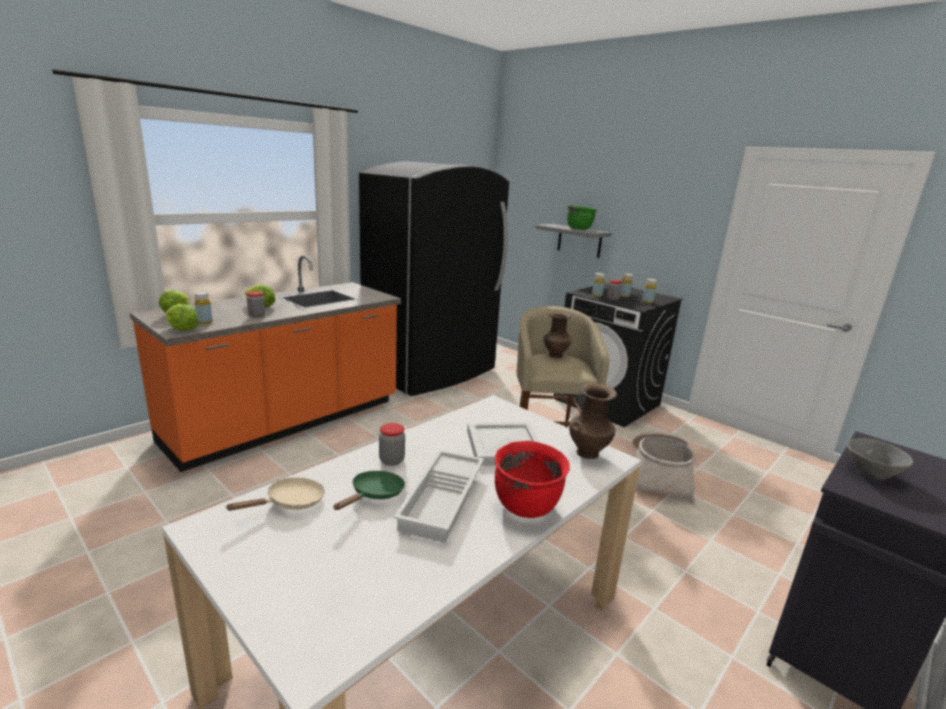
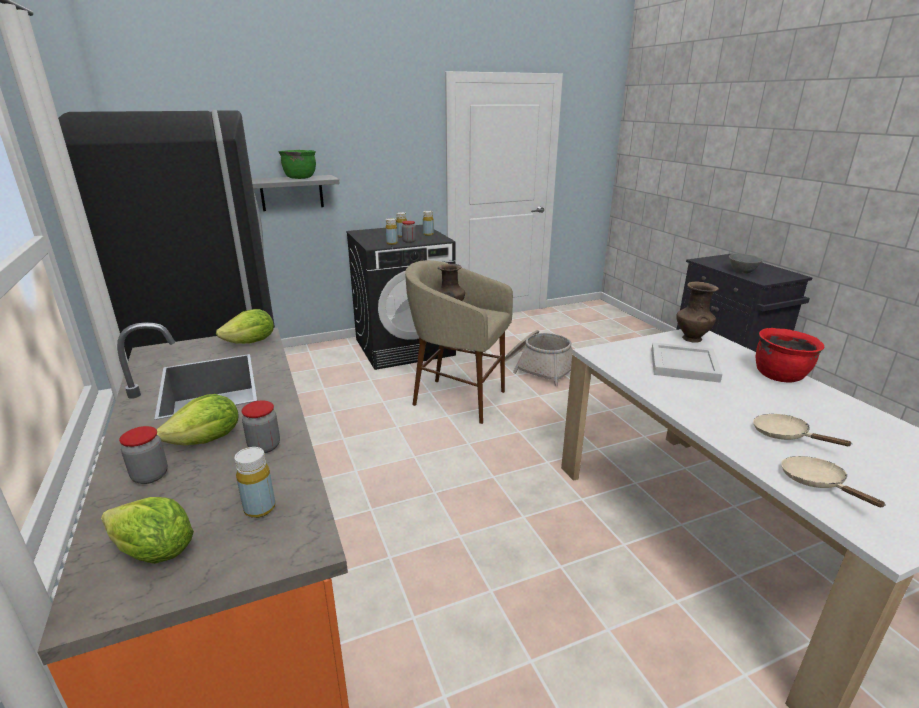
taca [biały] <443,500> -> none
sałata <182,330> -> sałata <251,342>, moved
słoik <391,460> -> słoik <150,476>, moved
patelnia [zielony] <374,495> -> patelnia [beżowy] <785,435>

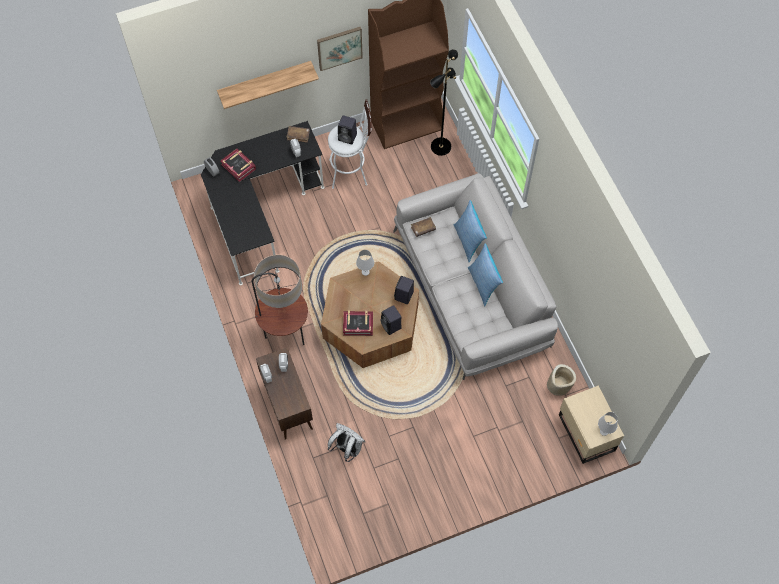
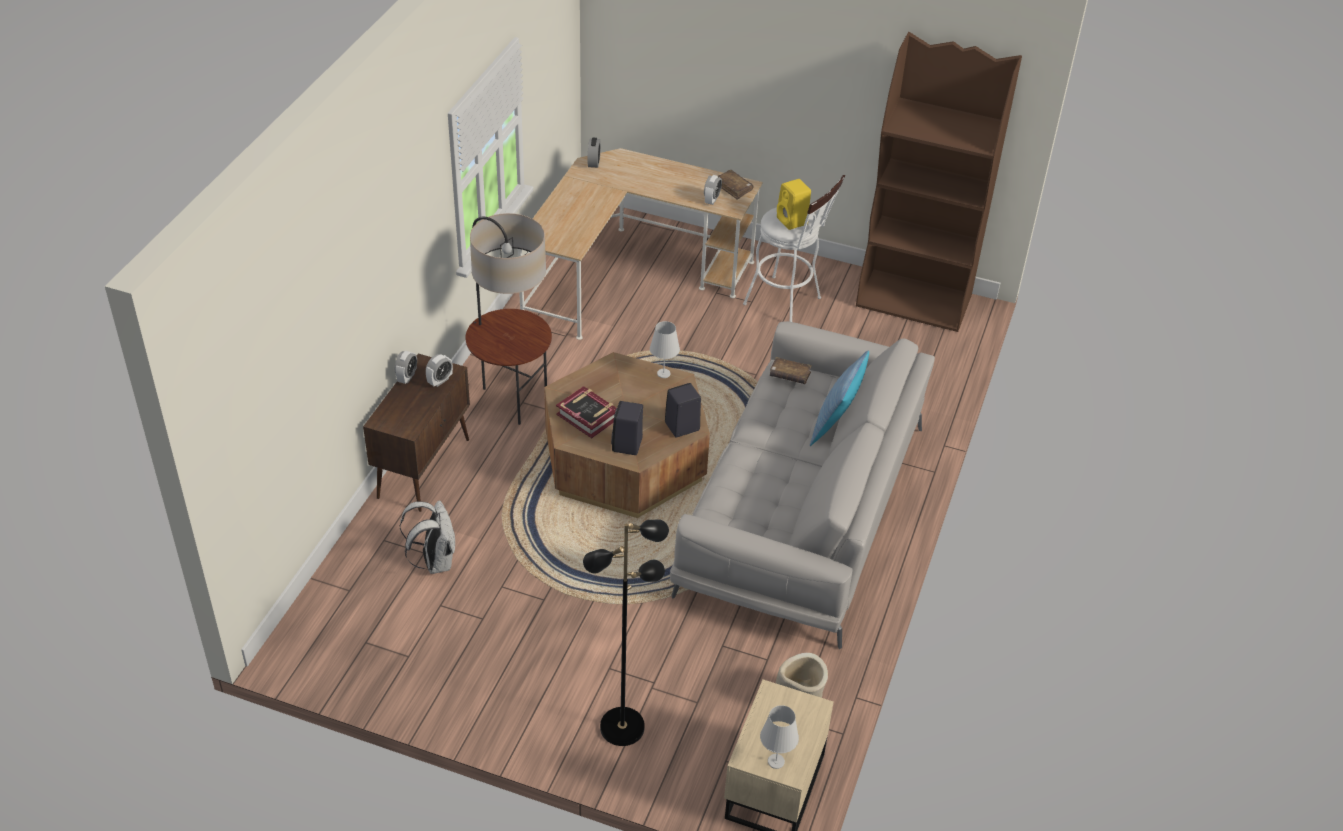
półka <265,81> -> none
książka <239,167> -> none
obraz <339,47> -> none
poduszka <483,284> -> none
lampa stojąca [czarny] <440,146> -> lampa stojąca [czarny] <622,726>, moved
biurko [czarny] <260,212> -> biurko [beżowy] <628,274>
głośnik [czarny] <348,137> -> głośnik [żółty] <793,221>

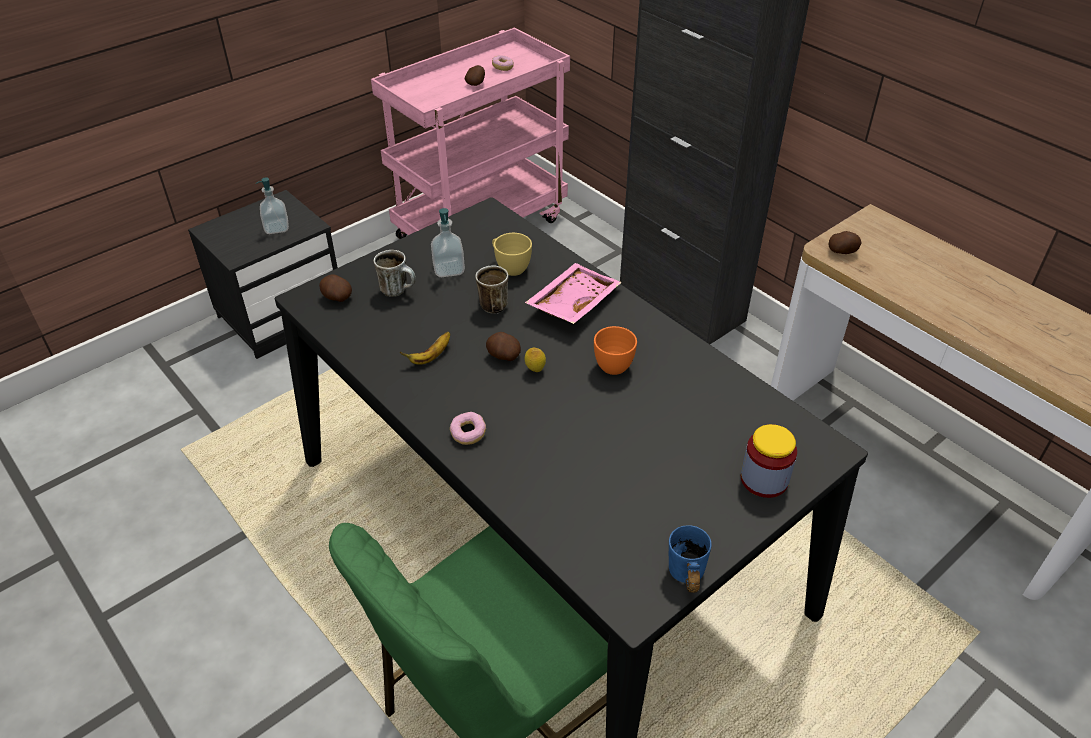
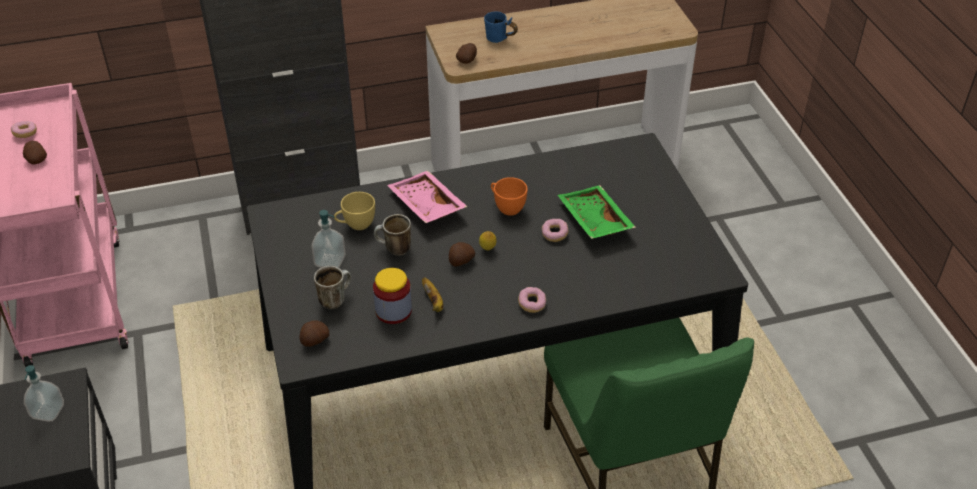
none -> donut <554,234>
none -> taca [zielony] <593,220>
kubek [niebieski] <682,577> -> kubek [niebieski] <499,41>, moved
słoik <764,479> -> słoik <393,311>, moved

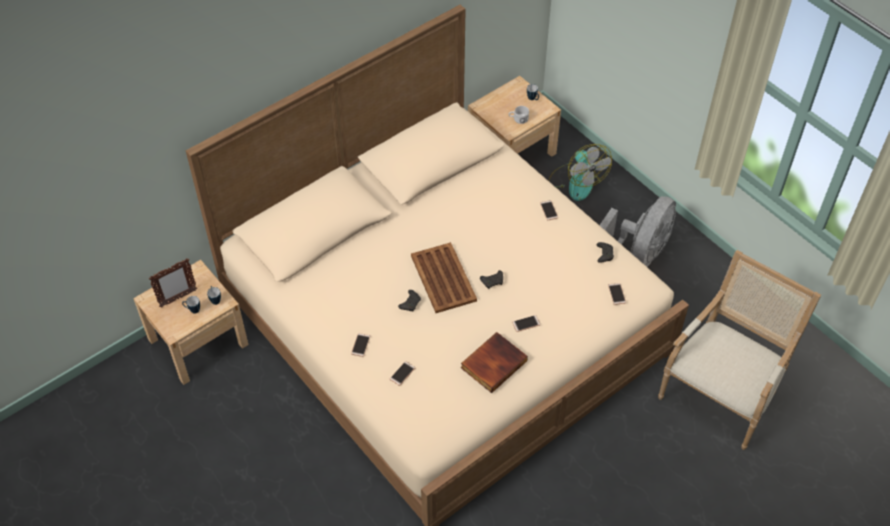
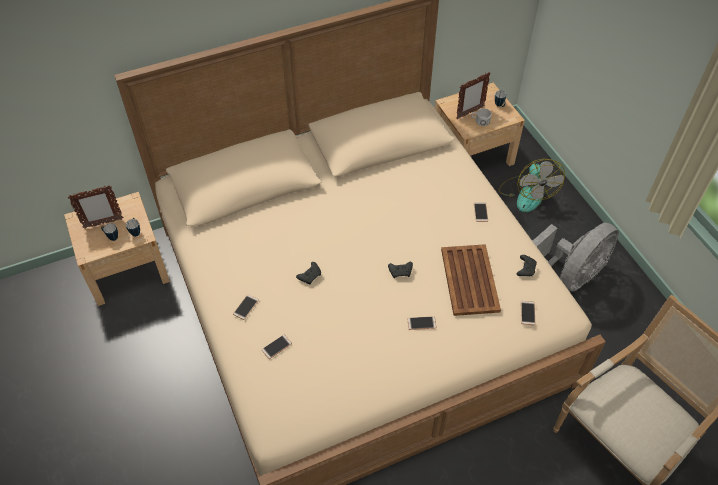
książka <493,363> -> none
none -> ramka na zdjęcie <469,113>
taca [brązowy] <443,279> -> taca [brązowy] <469,281>, moved

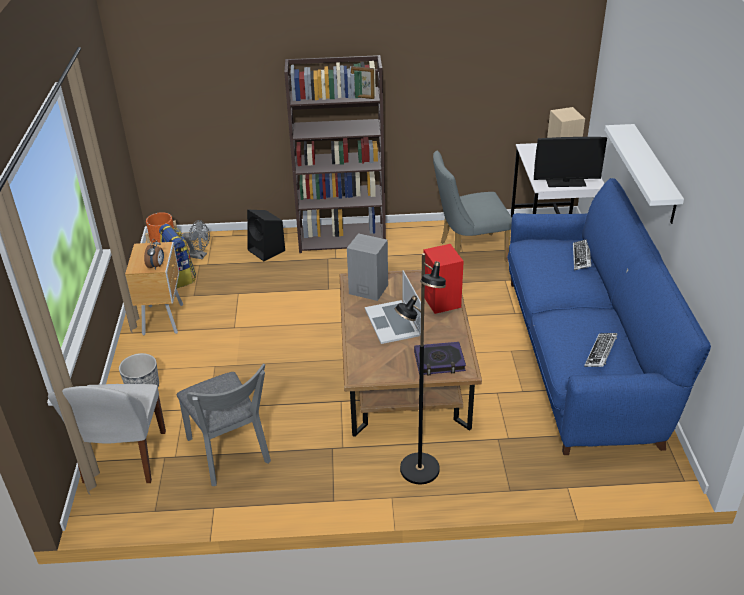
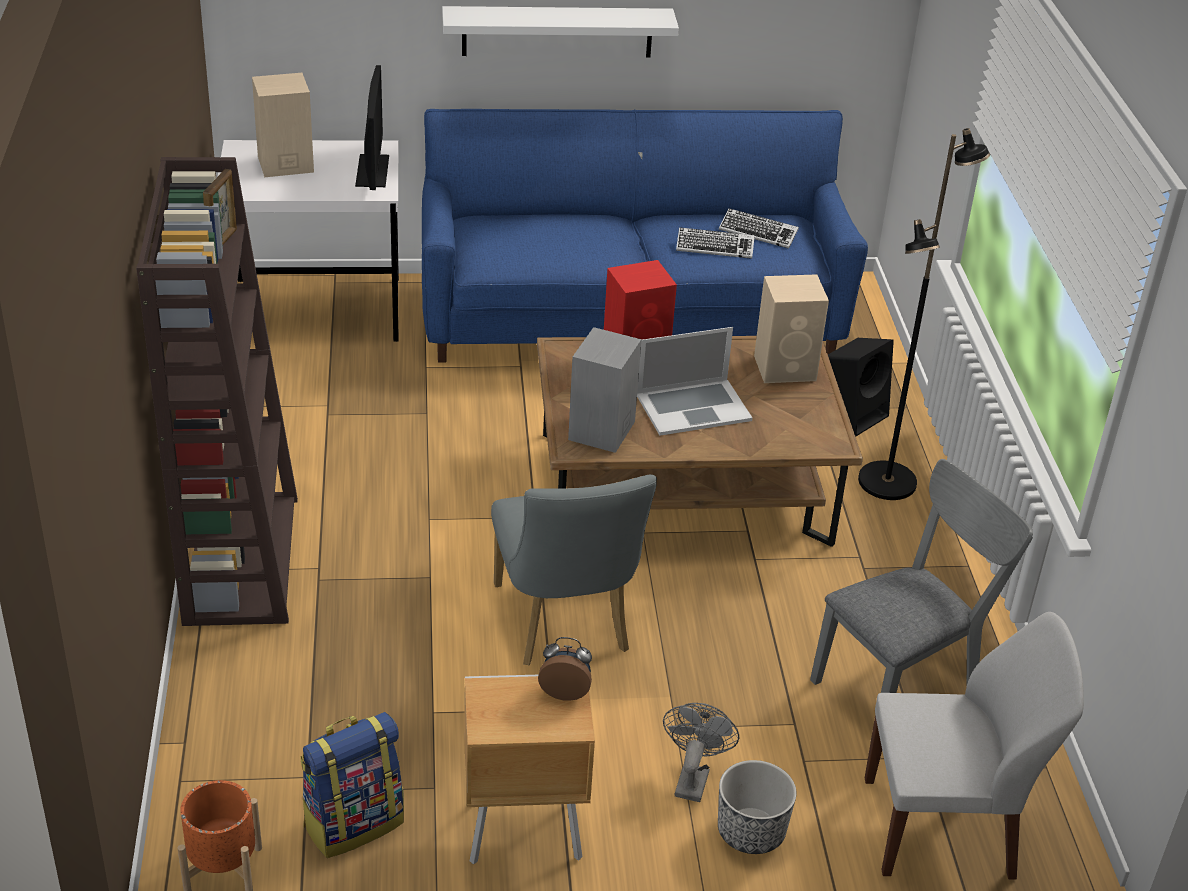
wentylator [szary] <199,255> -> wentylator [szary] <692,778>, moved
głośnik [czarny] <267,250> -> głośnik [czarny] <853,413>, moved
krzesło [szary] <468,252> -> krzesło [szary] <564,626>, moved
klawiatura <581,257> -> klawiatura <714,247>, moved
książka <439,362> -> głośnik [beżowy] <786,368>

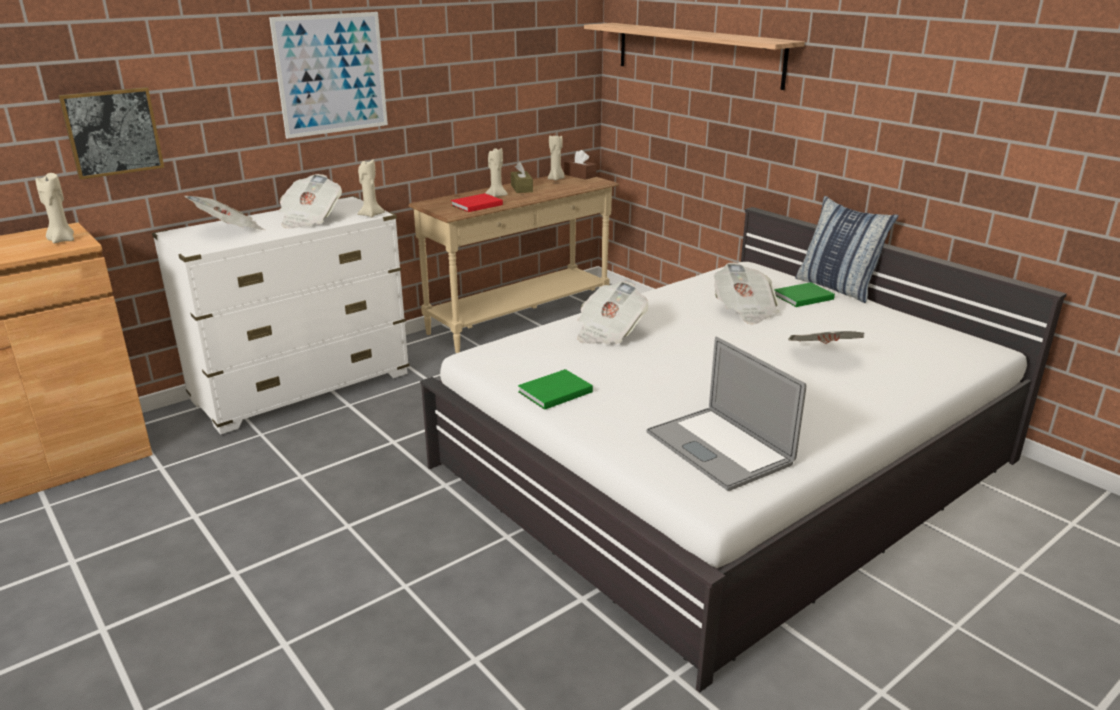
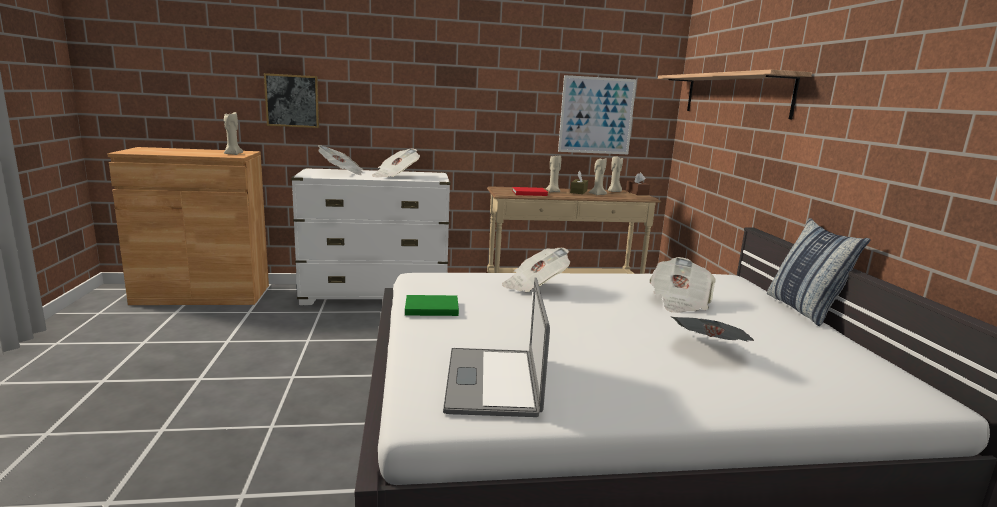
książka [zielony] <801,297> -> none
obraz <331,74> -> obraz <596,115>, moved
świeca [beżowy] <371,215> -> świeca [beżowy] <597,194>, moved

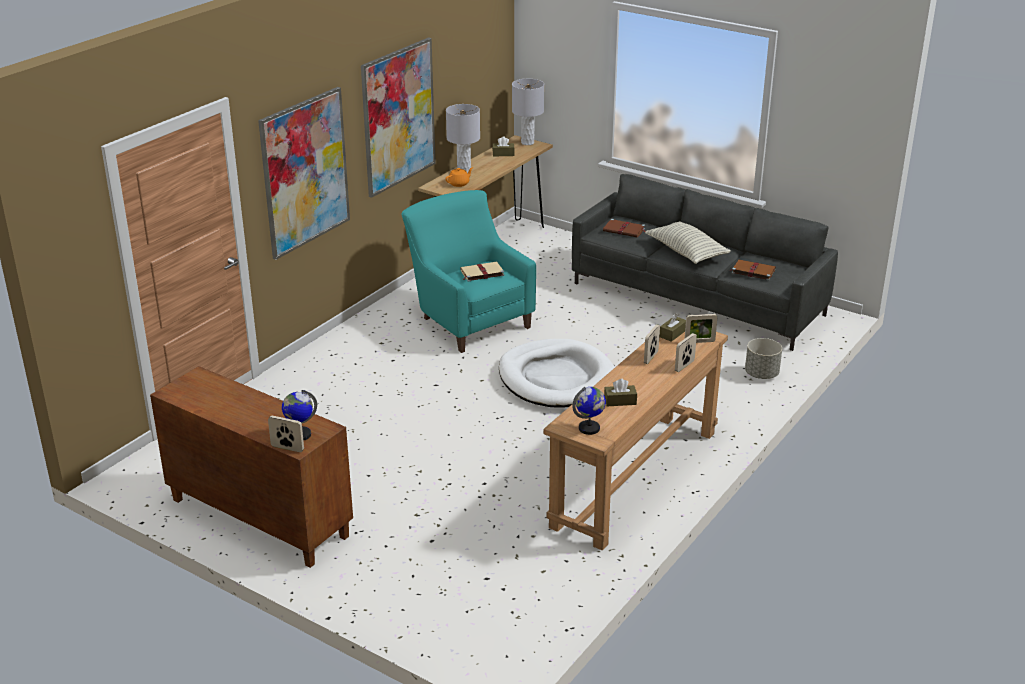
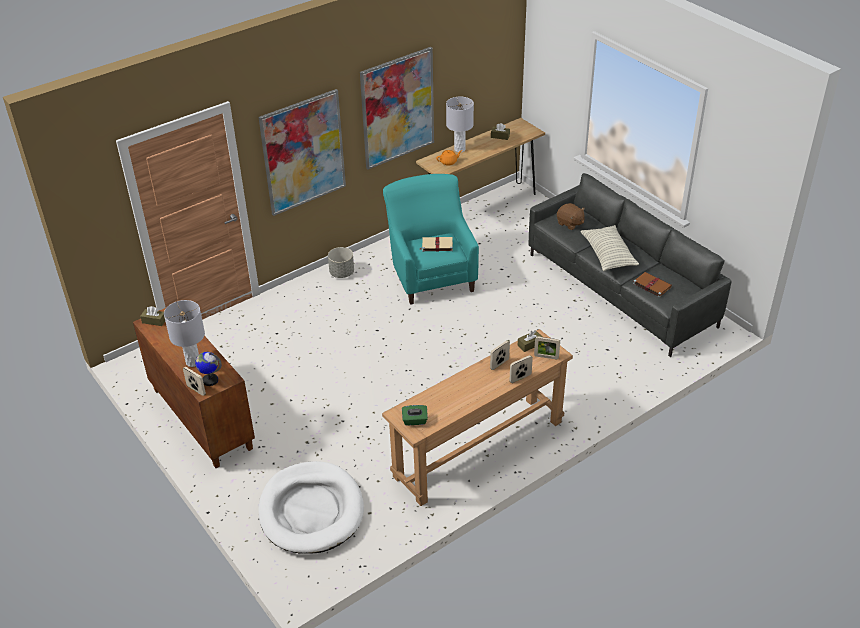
legowisko [biały] <556,379> -> legowisko [biały] <311,510>, moved
lampa stołowa [szary] <527,143> -> lampa stołowa [szary] <193,362>, moved
pudełko chusteczek [brązowy] <620,401> -> pudełko chusteczek [brązowy] <154,321>, moved
donica [szary] <762,374> -> donica [szary] <342,273>, moved
globus <589,428> -> pudełko chusteczek [zielony] <415,421>
książka [brązowy] <624,230> -> pluszak [brązowy] <570,223>

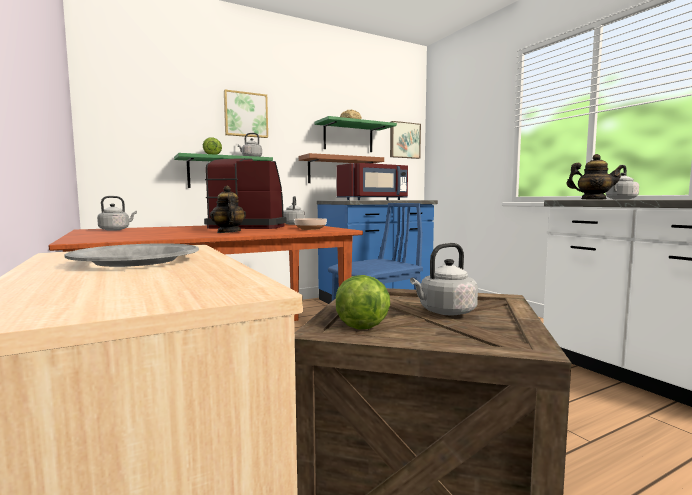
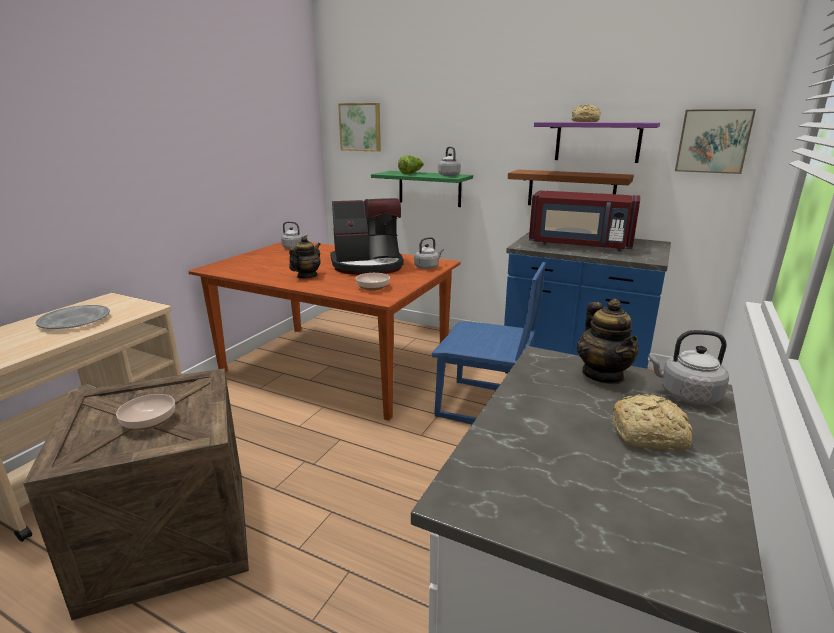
sałata <360,321> -> none
none -> chleb <650,435>
obraz <245,115> -> obraz <361,127>, moved
czajnik [szary] <445,312> -> miska <148,421>
półka [zielony] <348,137> -> półka [fioletowy] <597,142>
ekspres do kawy <248,227> -> ekspres do kawy <368,265>, 105 degrees clockwise

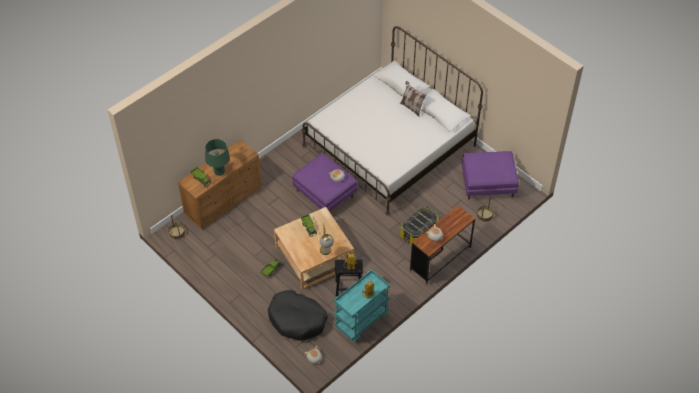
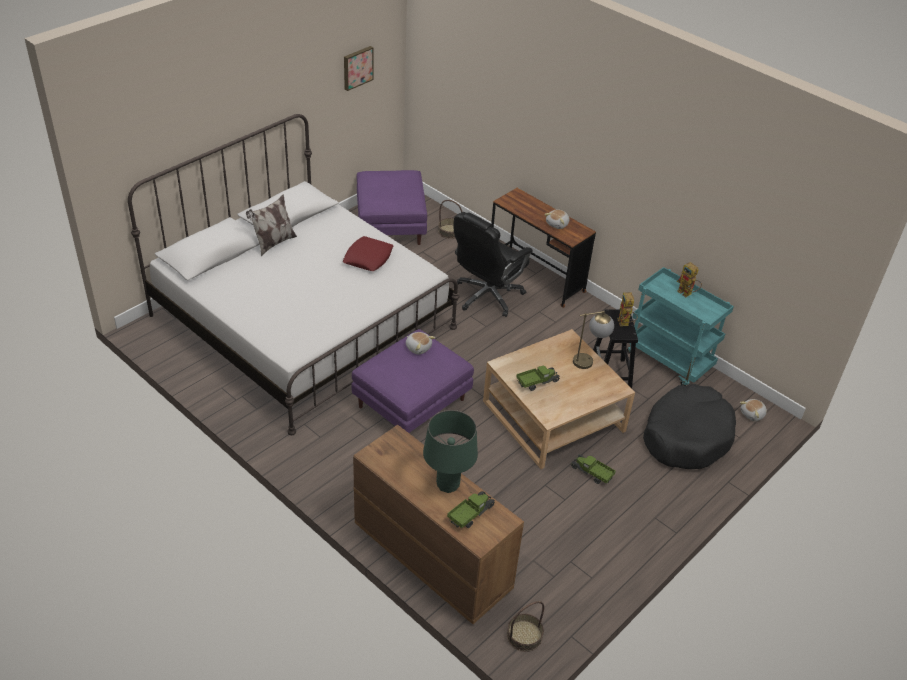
none -> poduszka [czerwony] <368,258>
none -> obraz <357,67>
pojemnik do przechowywania <418,232> -> krzesło biurowe [czarny] <487,296>

